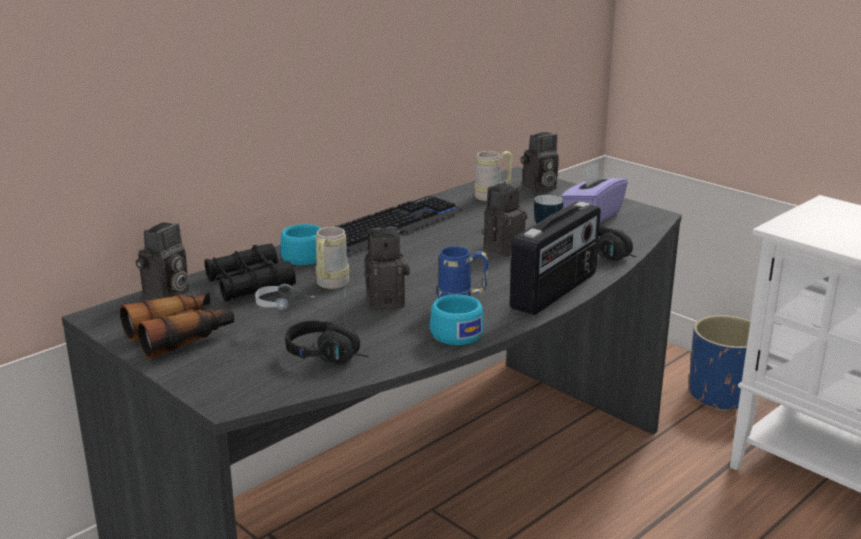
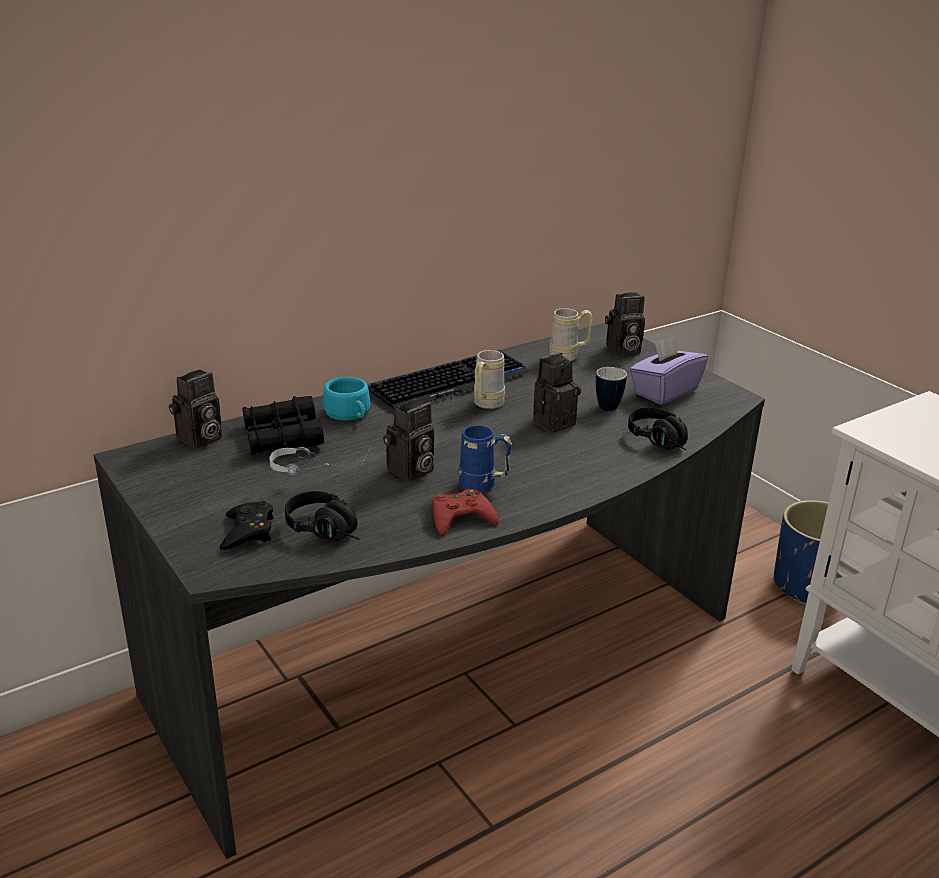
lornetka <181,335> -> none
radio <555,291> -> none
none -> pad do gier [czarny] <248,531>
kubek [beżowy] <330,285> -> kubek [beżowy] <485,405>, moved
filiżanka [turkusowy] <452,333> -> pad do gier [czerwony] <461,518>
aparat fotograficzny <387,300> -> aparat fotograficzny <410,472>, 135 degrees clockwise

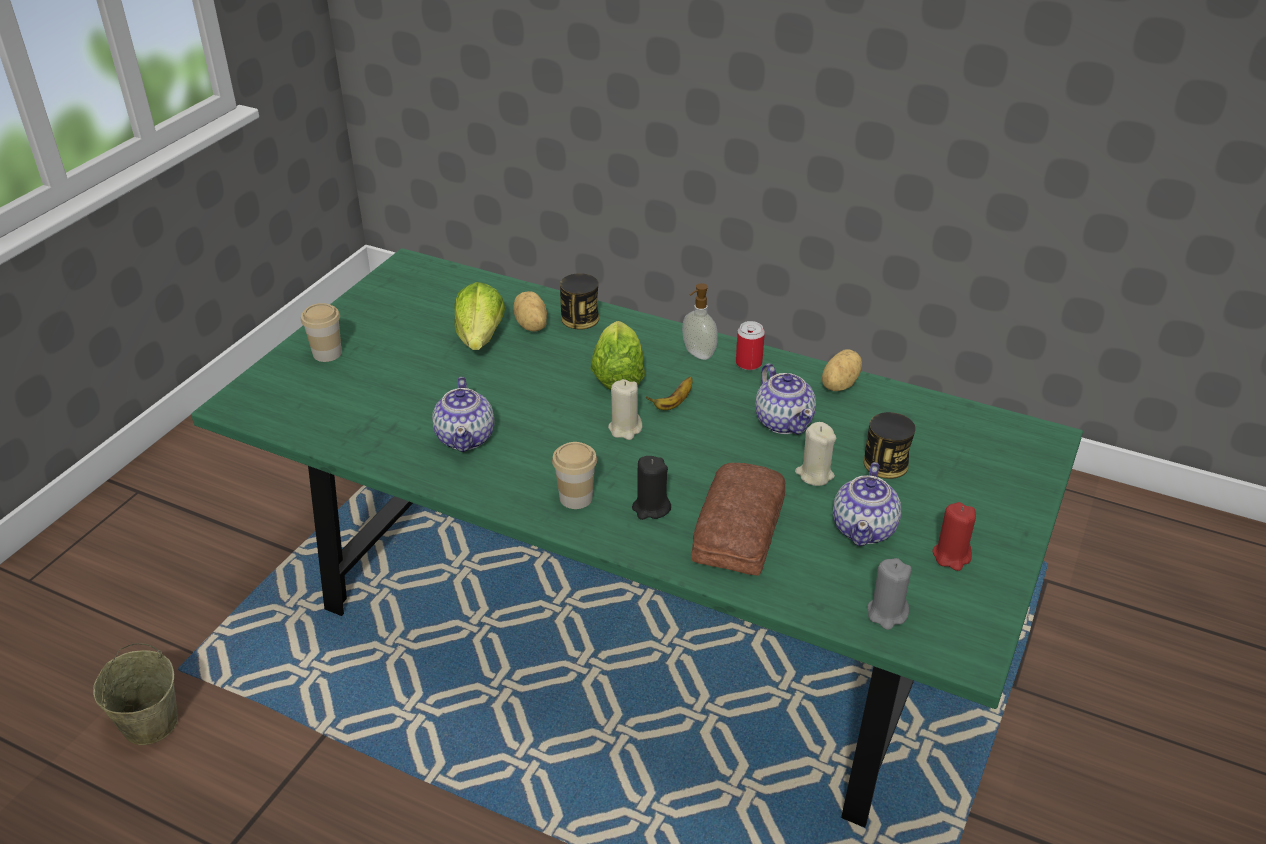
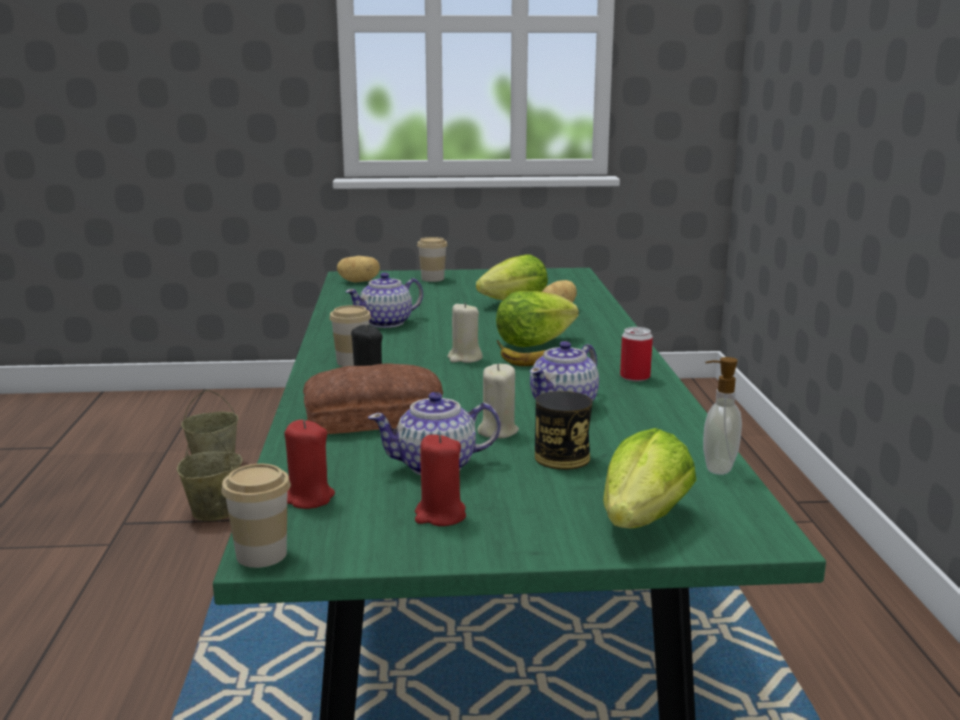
puszka <580,319> -> none
none -> wiadro [beżowy] <213,511>
none -> filiżanka <261,554>
none -> sałata <643,520>
dozownik mydła <698,354> -> dozownik mydła <717,467>, moved
ziemniak <838,384> -> ziemniak <359,281>, moved
świeca [szary] <887,613> -> świeca [czerwony] <308,498>

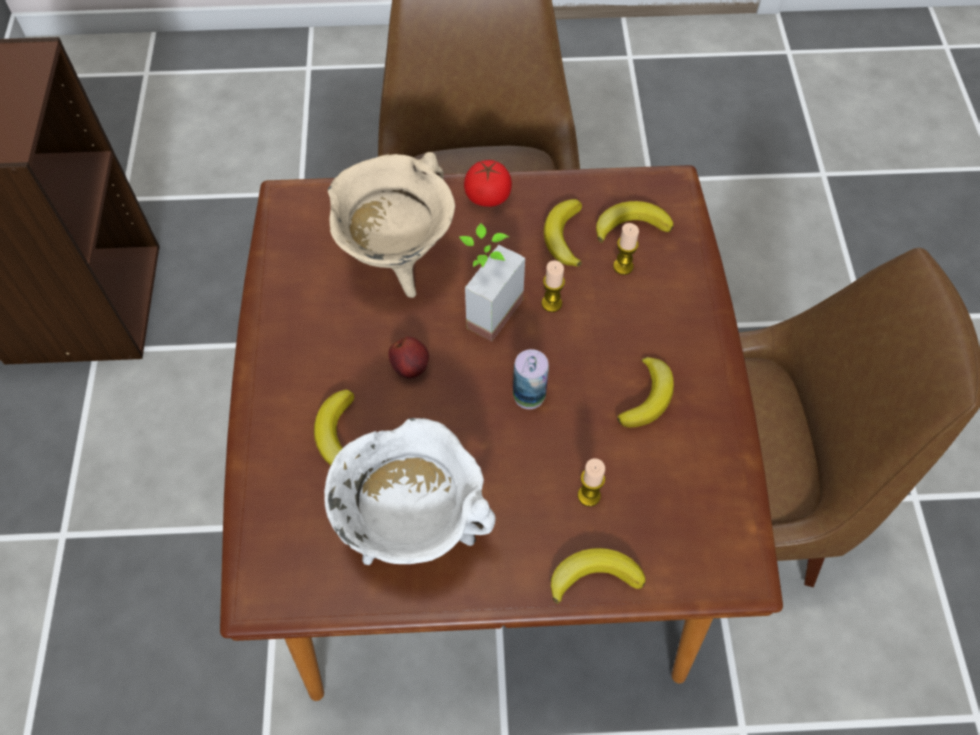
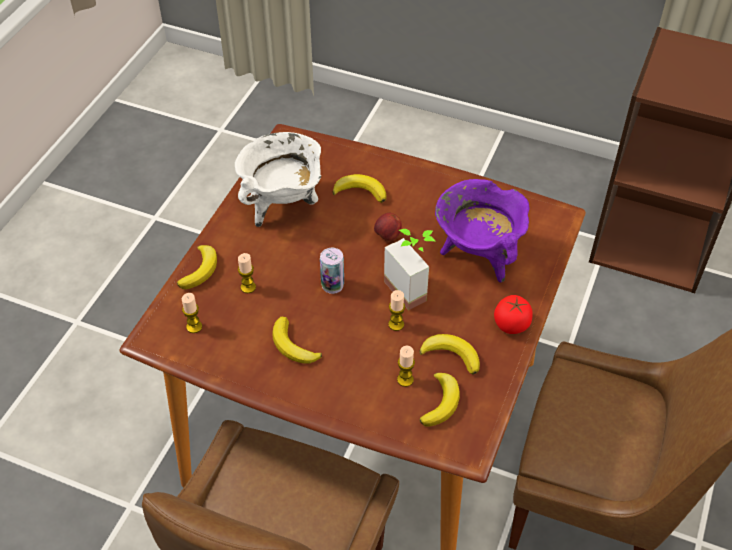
none -> świeca <194,327>
garnek [beżowy] <397,259> -> garnek [fioletowy] <478,256>

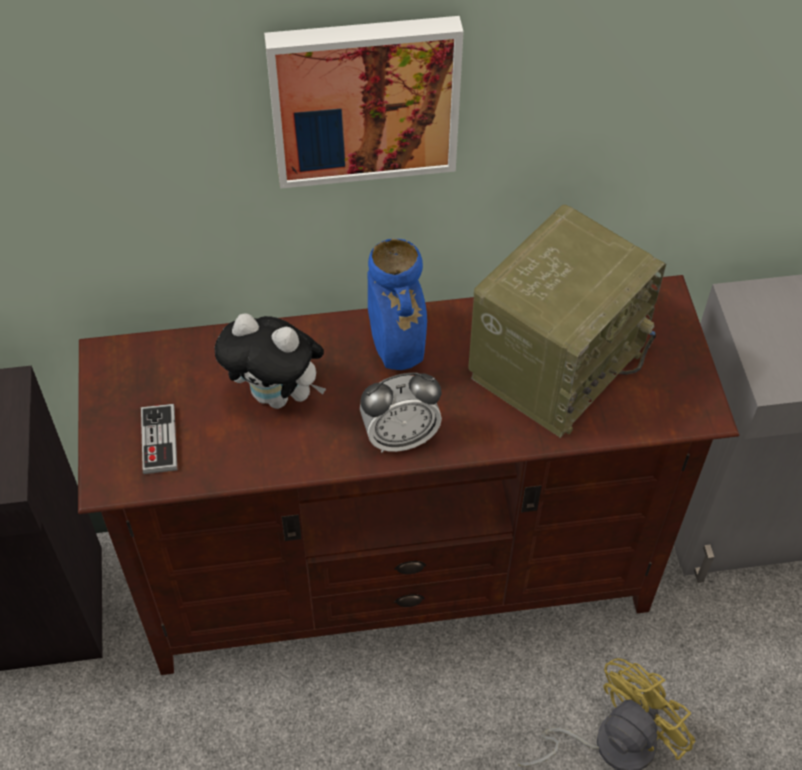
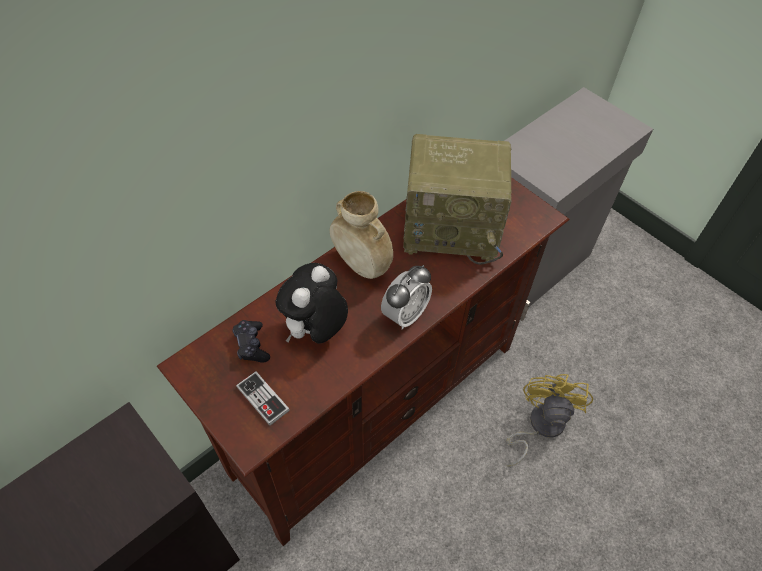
obraz <364,98> -> none
none -> pad do gier [czarny] <252,345>
wazon [niebieski] <397,348> -> wazon [beżowy] <362,265>
pluszak <278,396> -> pluszak <315,330>, 135 degrees clockwise
radio <556,361> -> radio <452,228>, 90 degrees clockwise

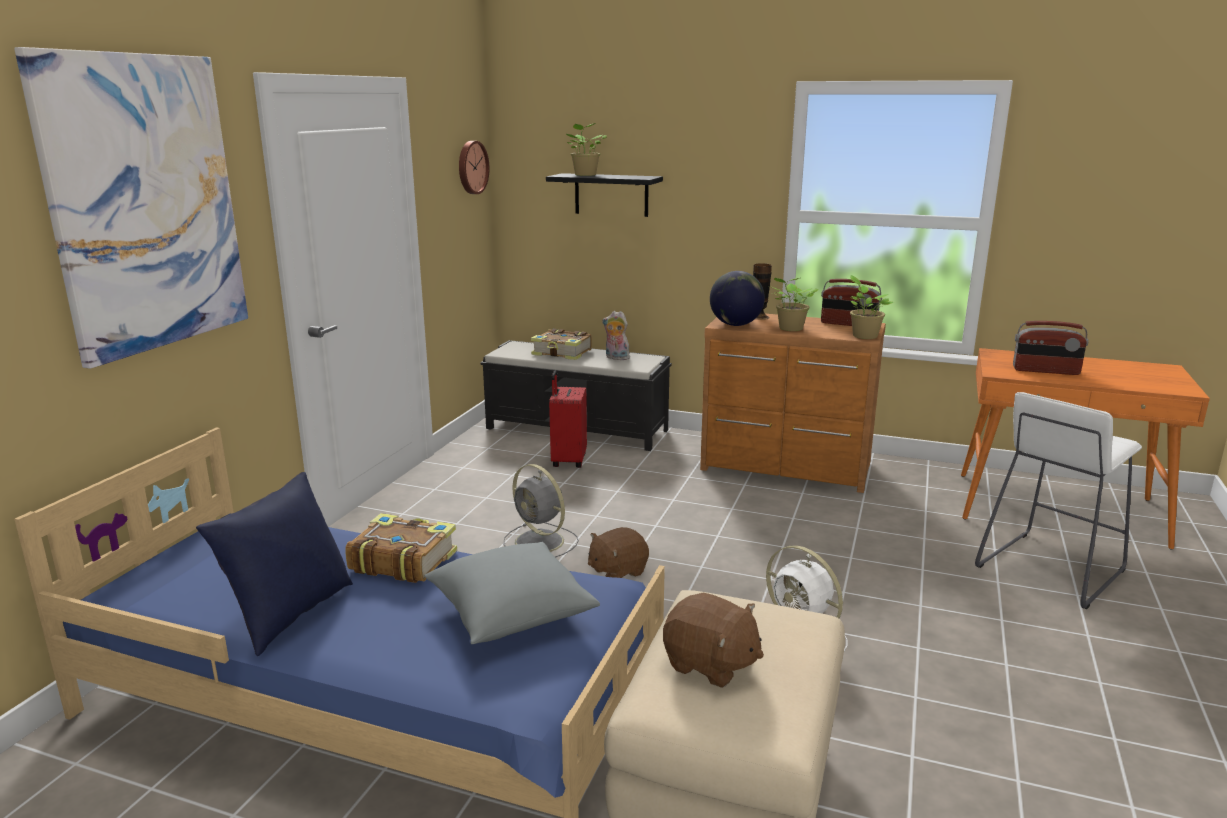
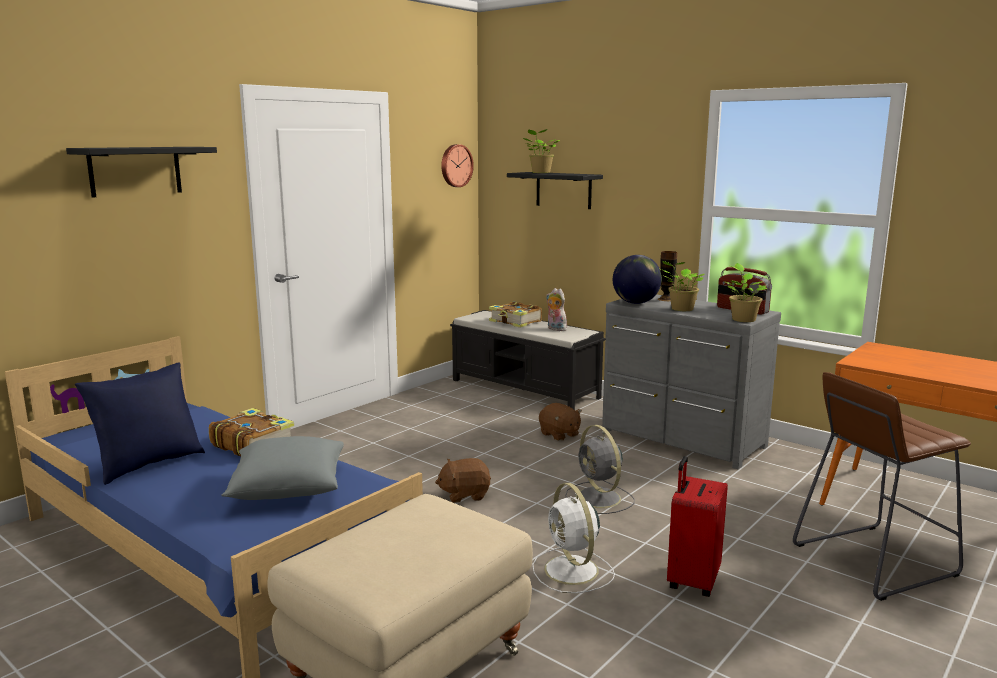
radio <1045,371> -> none
wentylator [szary] <541,542> -> wentylator [szary] <599,499>, moved
walizka [czerwony] <568,461> -> walizka [czerwony] <692,580>, moved
pluszak [brązowy] <710,664> -> pluszak [brązowy] <559,434>, moved
obraz <145,204> -> półka [czarny] <135,171>
komoda [brązowy] <786,468> -> komoda [szary] <682,440>
stołek [biały] <1050,569> -> stołek [brązowy] <874,560>

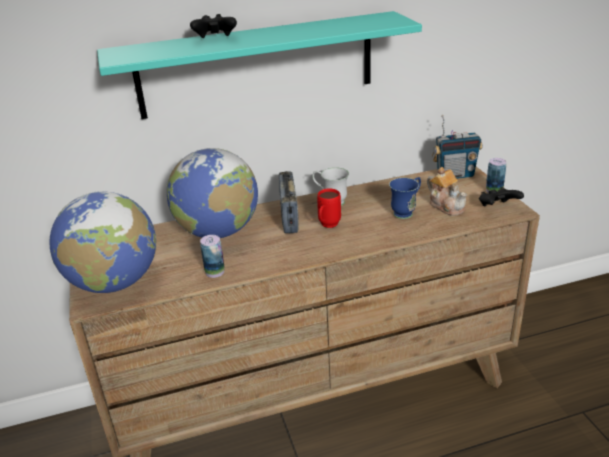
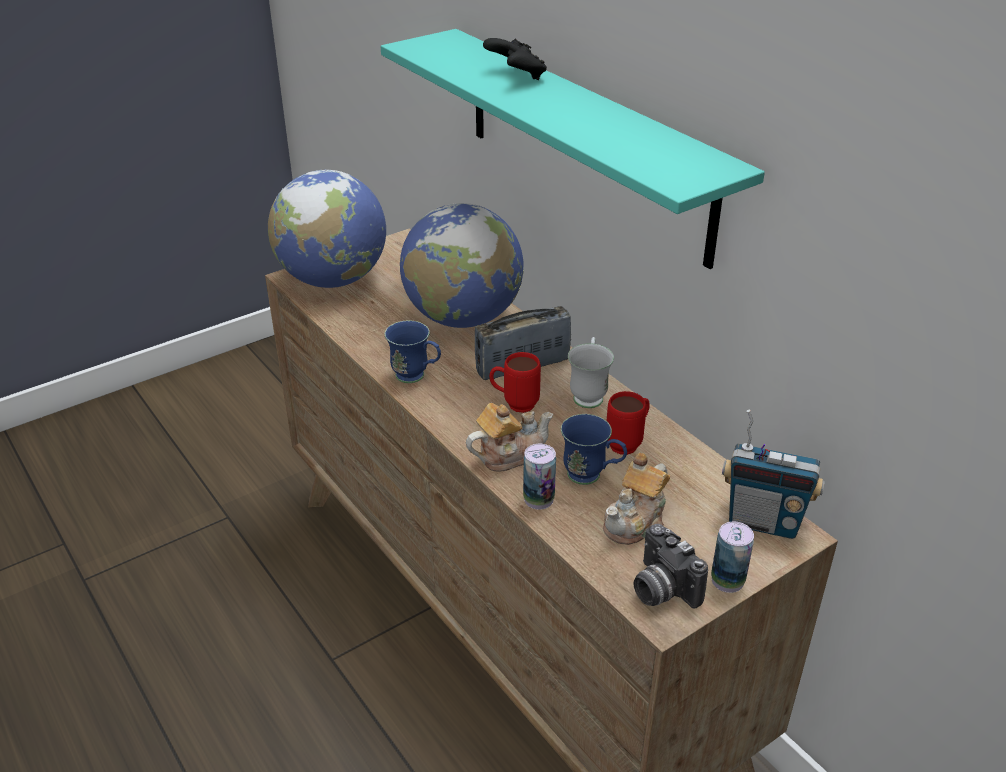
none -> kubek [niebieski] <416,377>
none -> imbryk <509,455>
none -> kubek [czerwony] <628,443>
puszka <215,272> -> puszka <538,499>, moved
pad do gier [czarny] <497,207> -> aparat fotograficzny <660,589>
radio <455,175> -> radio <763,522>, 45 degrees counterclockwise

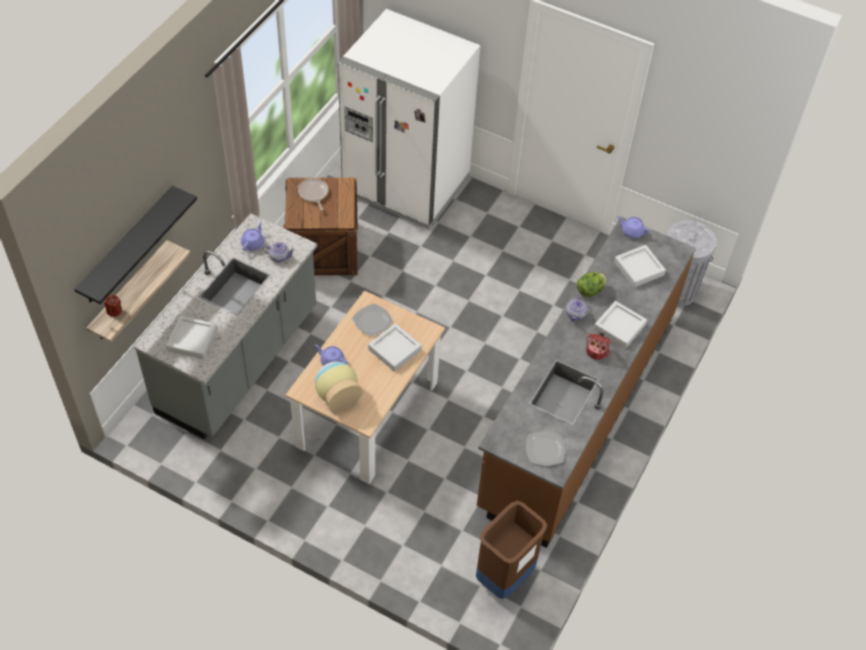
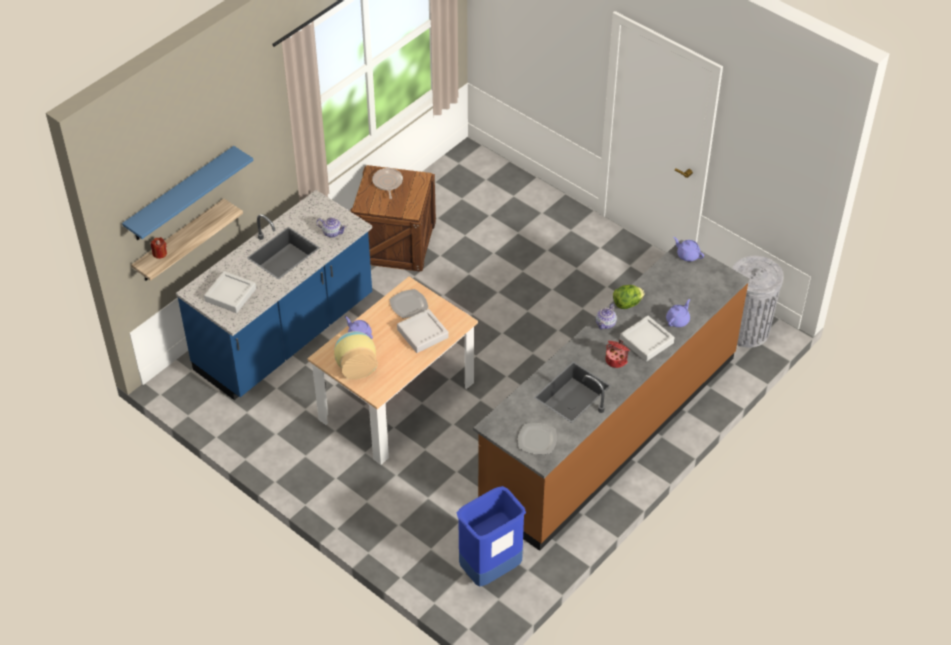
lodówka [biały] <406,185> -> none
taca [szary] <639,268> -> none
imbryk [fioletowy] <253,243> -> imbryk [fioletowy] <678,320>, moved
półka [czarny] <127,246> -> półka [niebieski] <181,195>
zabudowa kuchenna [szary] <239,361> -> zabudowa kuchenna [niebieski] <285,335>
kosz na śmieci [brązowy] <505,577> -> kosz na śmieci [niebieski] <490,570>

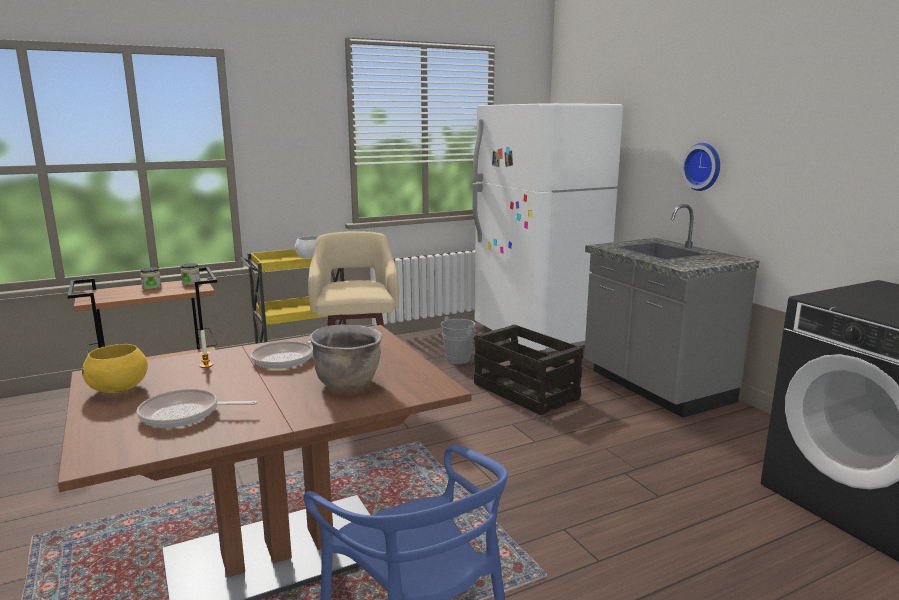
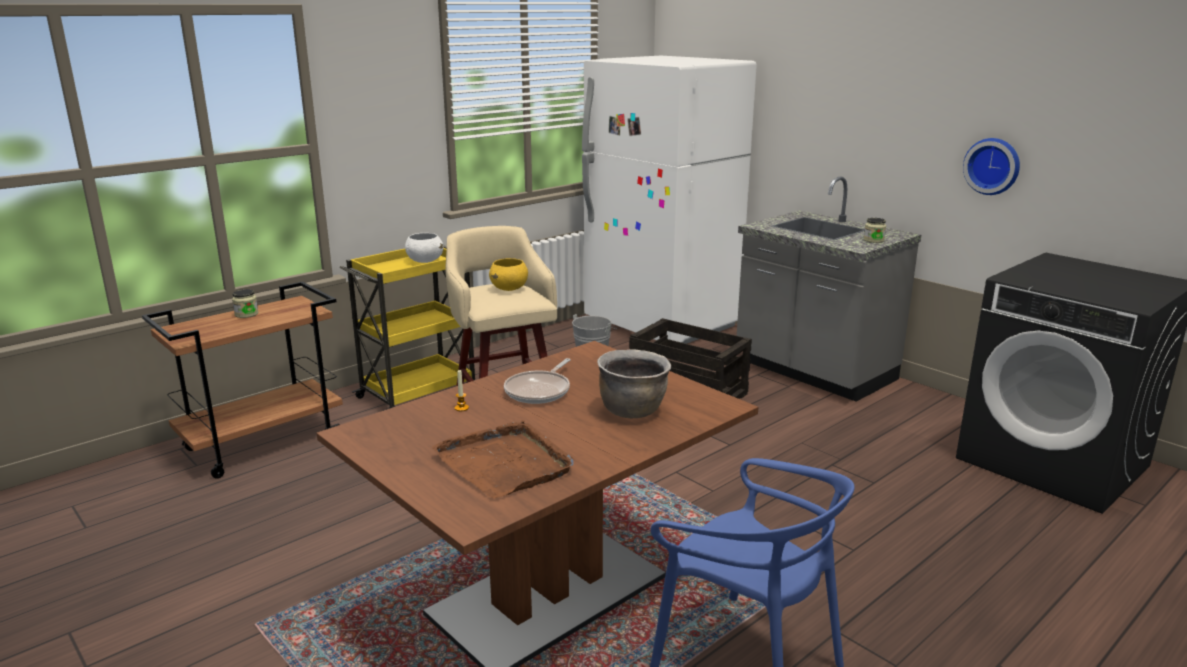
miska [żółty] <119,389> -> miska [żółty] <509,289>, moved
słoik <191,282> -> słoik <873,240>, moved
zegar ścienny <703,166> -> zegar ścienny <993,166>, moved
patelnia <184,414> -> taca [brązowy] <505,463>

